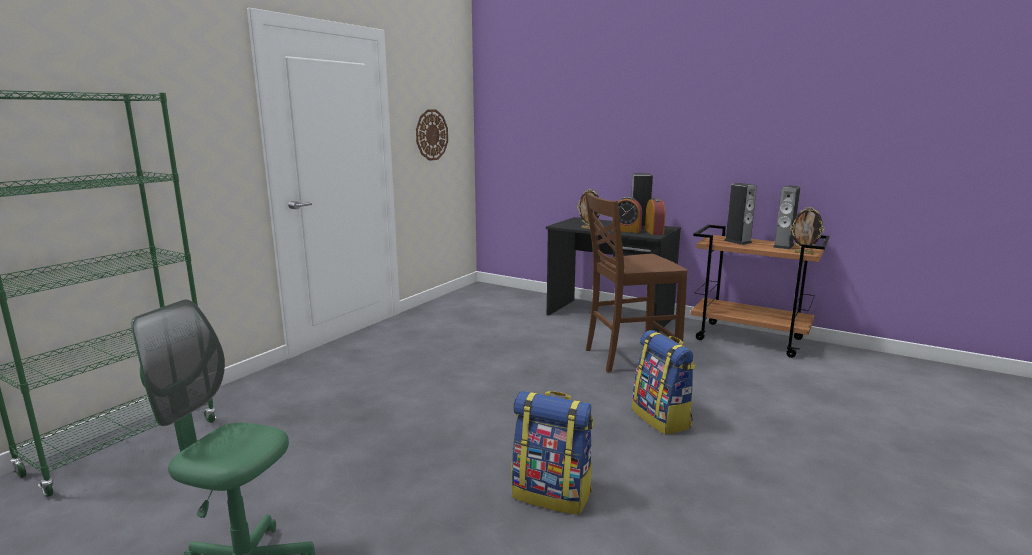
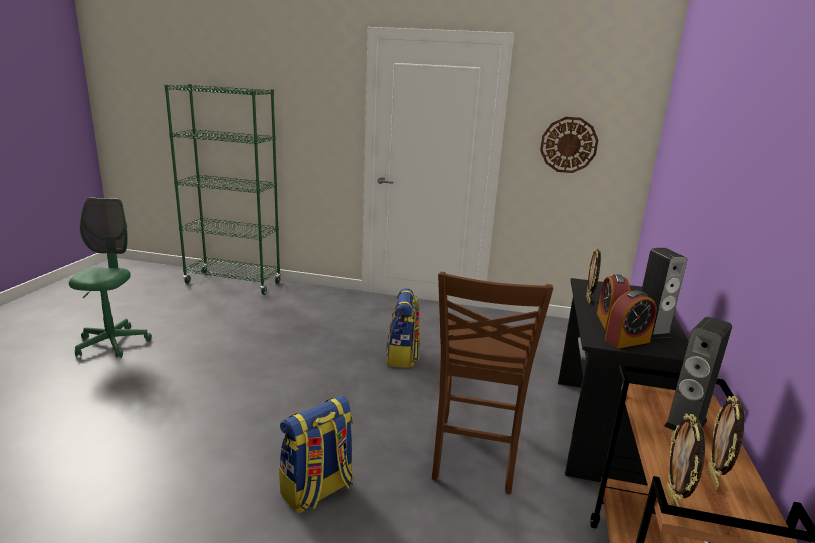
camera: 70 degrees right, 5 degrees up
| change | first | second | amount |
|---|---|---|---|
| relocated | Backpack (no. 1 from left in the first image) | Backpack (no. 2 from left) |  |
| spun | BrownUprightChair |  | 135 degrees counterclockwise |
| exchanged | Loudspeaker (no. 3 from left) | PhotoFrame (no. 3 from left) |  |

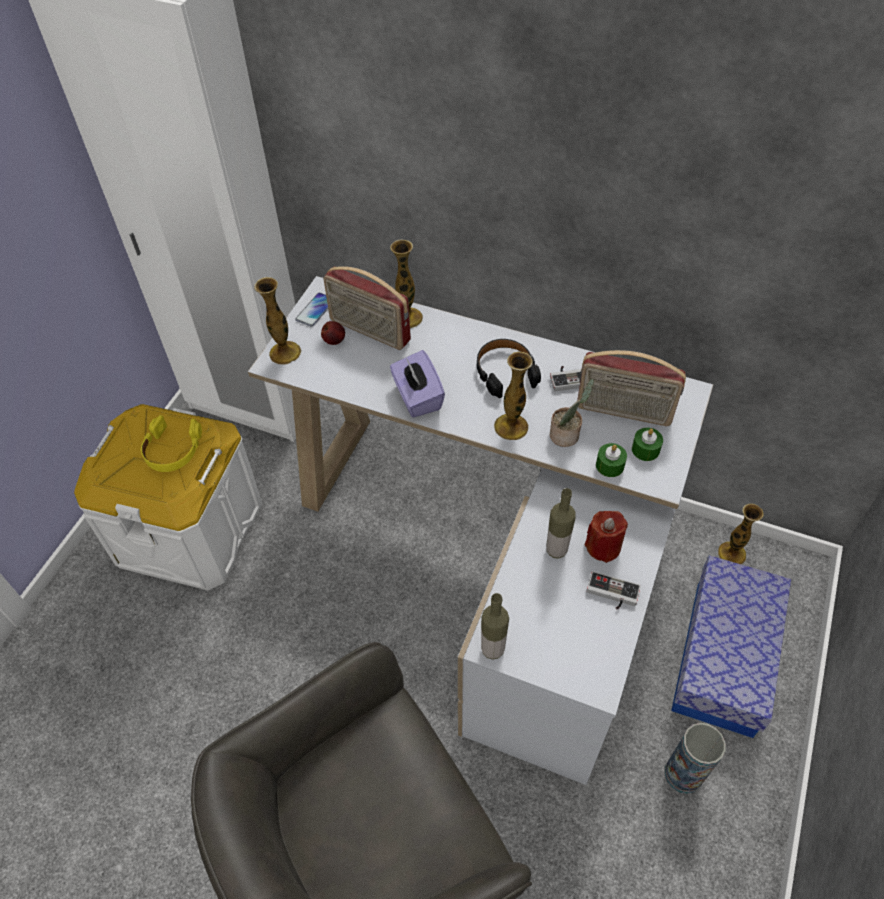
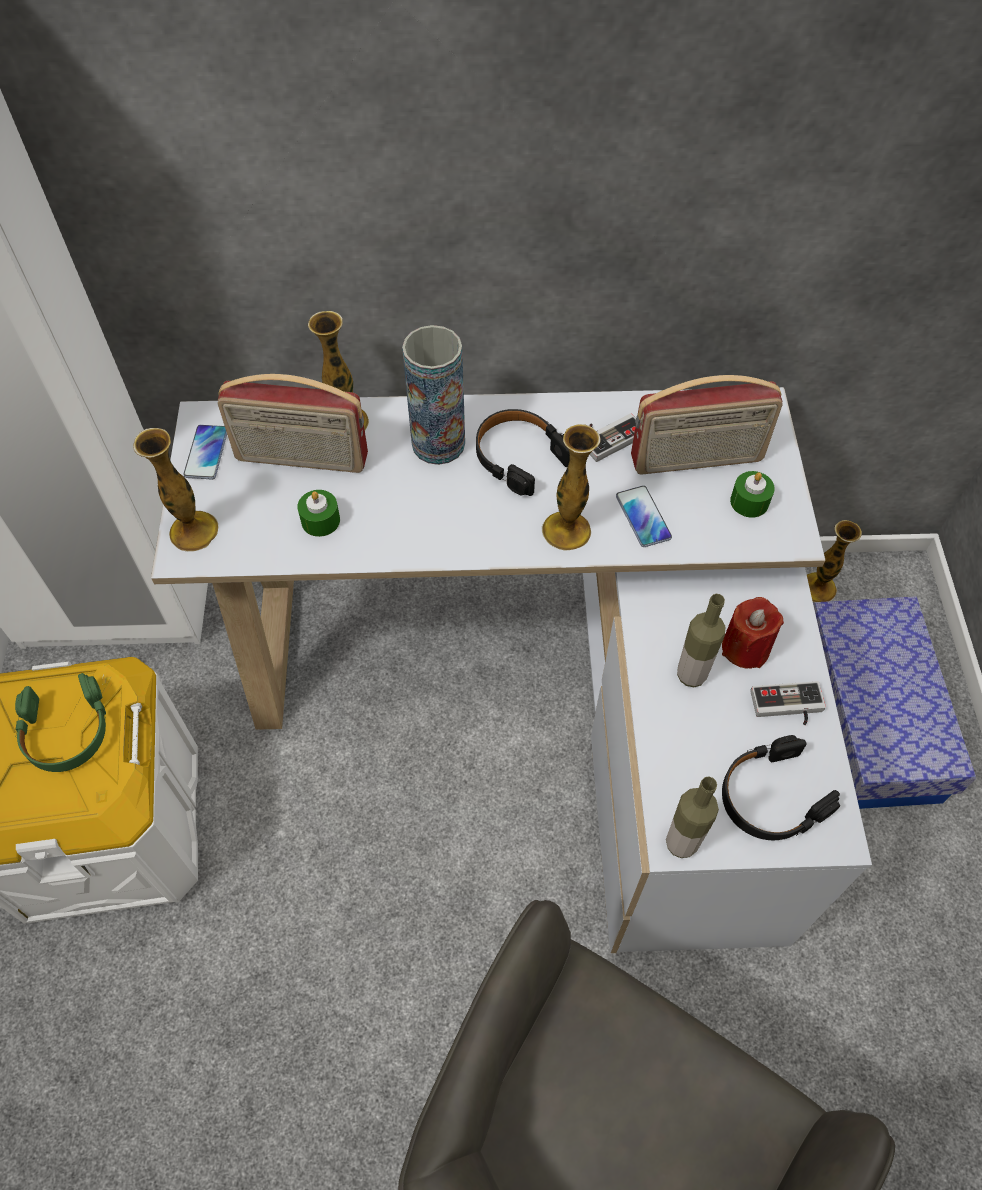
camera: 25 degrees left, 5 degrees up
| change | first | second | amount |
|---|---|---|---|
| colour | YellowColouredHeadset | GreenColouredHeadset |  |
| relocated | GreenColouredWaxLight (no. 1 from left) |  |  |
| relocated | Vase (no. 4 from left in the first image) | Vase (no. 3 from left) |  |
| exchanged | PlantInAPot | Phone (no. 2 from left) |  |
| appeared |  | BlackColouredHeadset (no. 2 from left) |  |
| missing | WholeApple |  |  |
| missing | PurpleColouredBoxOfTissues |  |  |

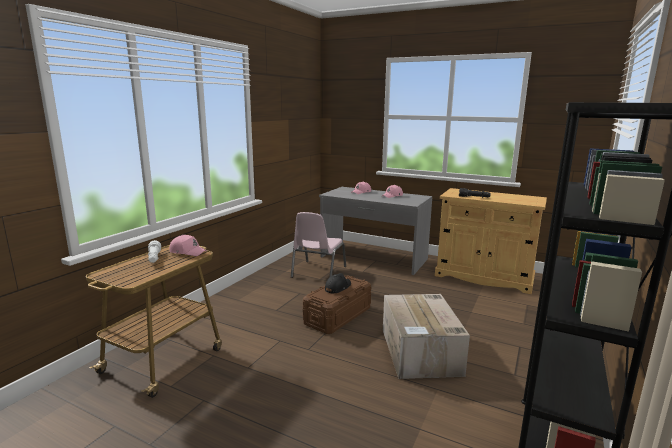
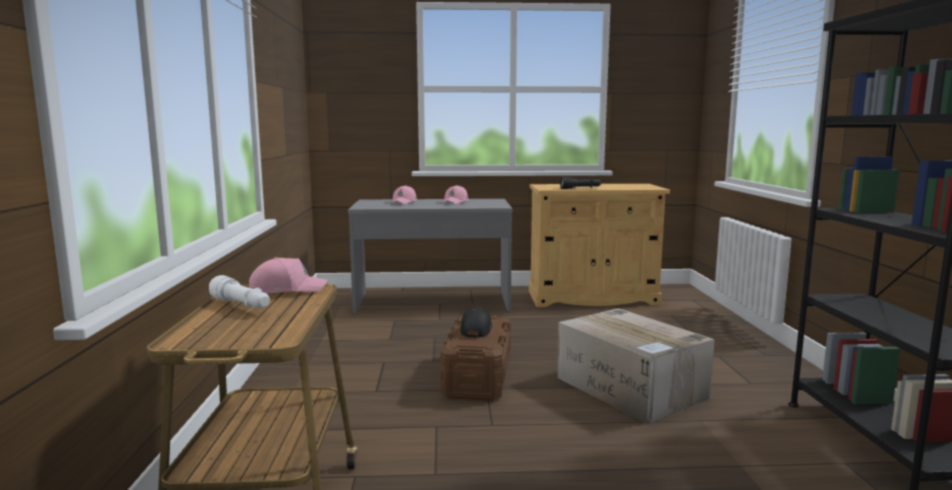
camera: 30 degrees left, 5 degrees down
| change | first | second | amount |
|---|---|---|---|
| missing | PinkUprightChair |  |  |

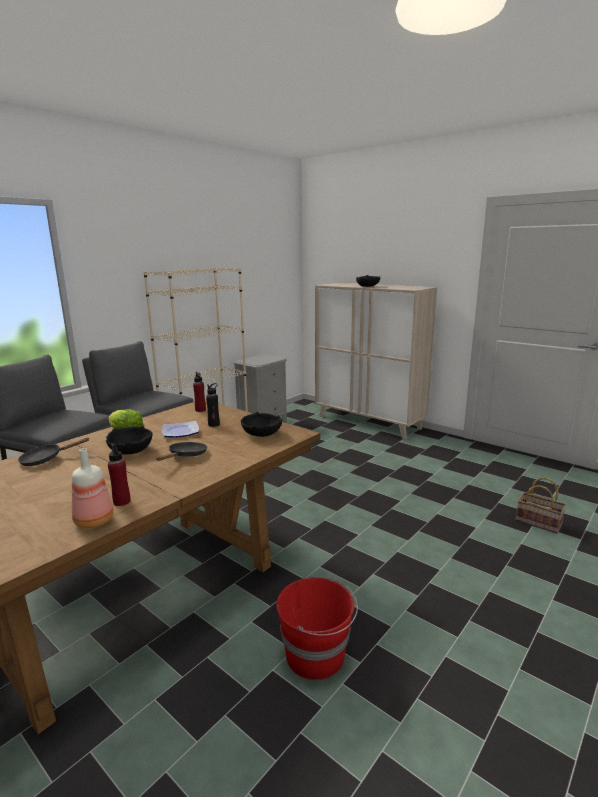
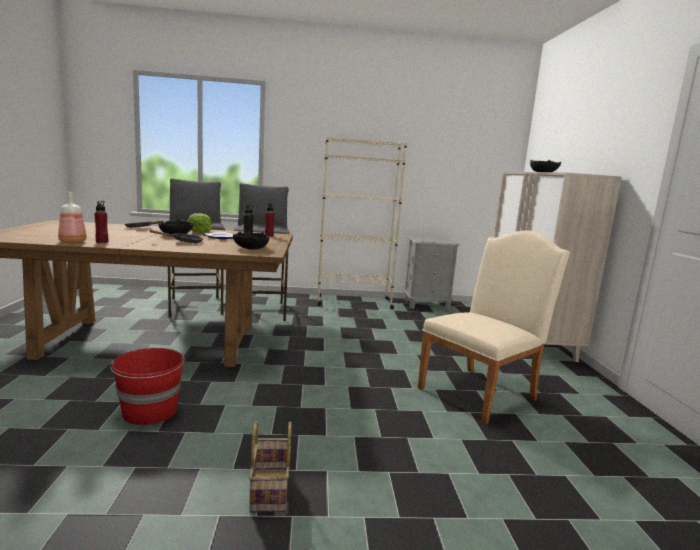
camera: 45 degrees right, 5 degrees down
| change | first | second | amount |
|---|---|---|---|
| relocated | Basket |  |  |
| appeared |  | BeigeUprightChair |  |

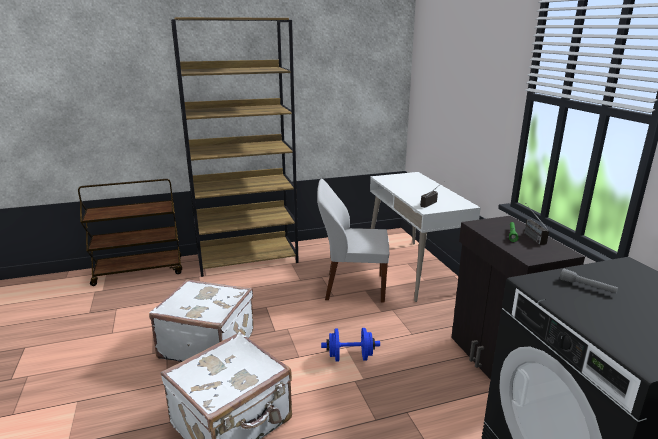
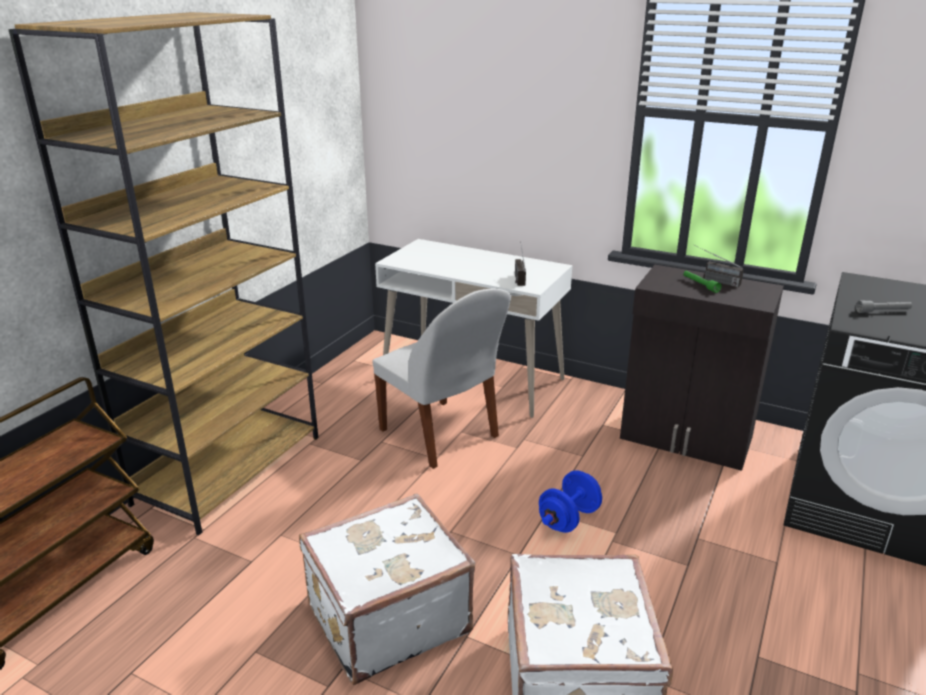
camera: 45 degrees left, 5 degrees up
| change | first | second | amount |
|---|---|---|---|
| spun | WhitishUprightChair |  | 90 degrees counterclockwise |

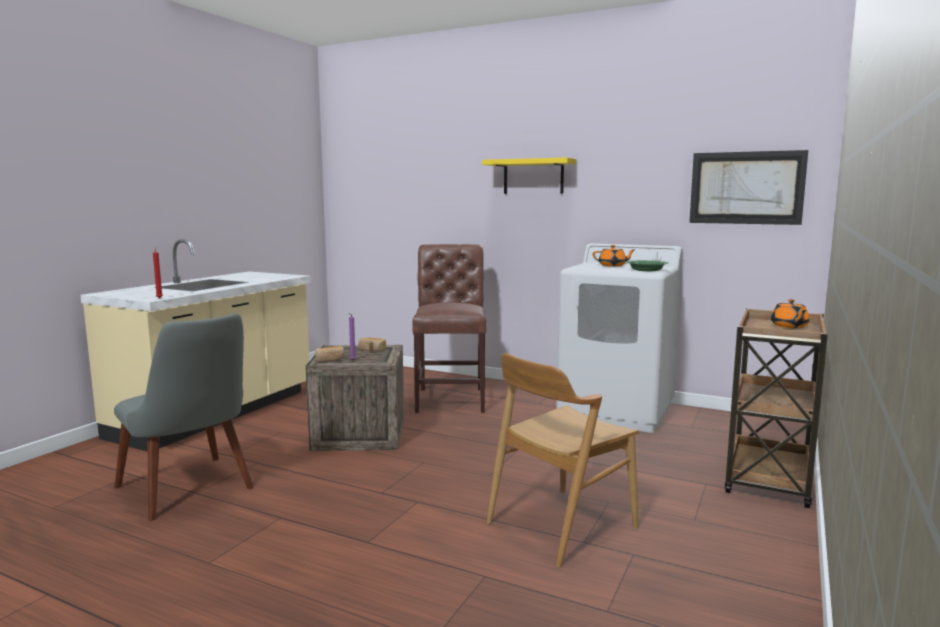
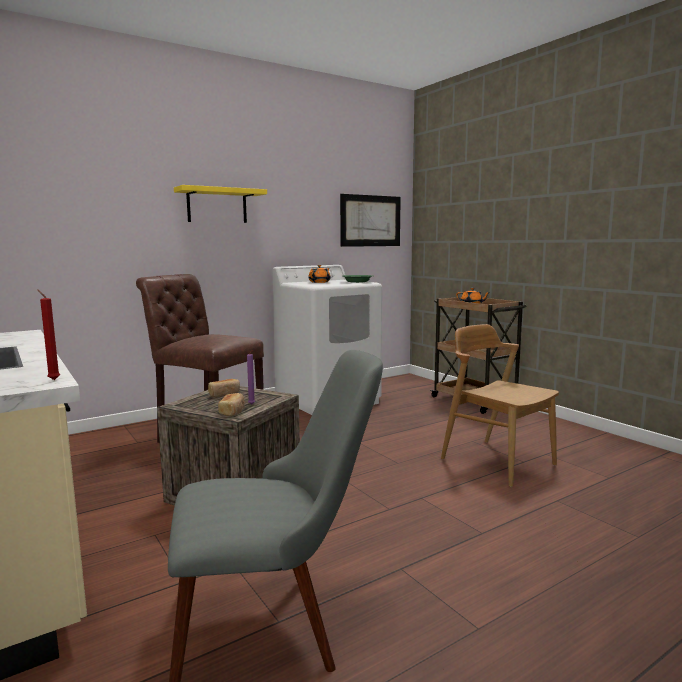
camera: 60 degrees left, 0 degrees up
| change | first | second | amount |
|---|---|---|---|
| spun | BrownUprightChair (no. 2 from left) |  | 150 degrees clockwise |

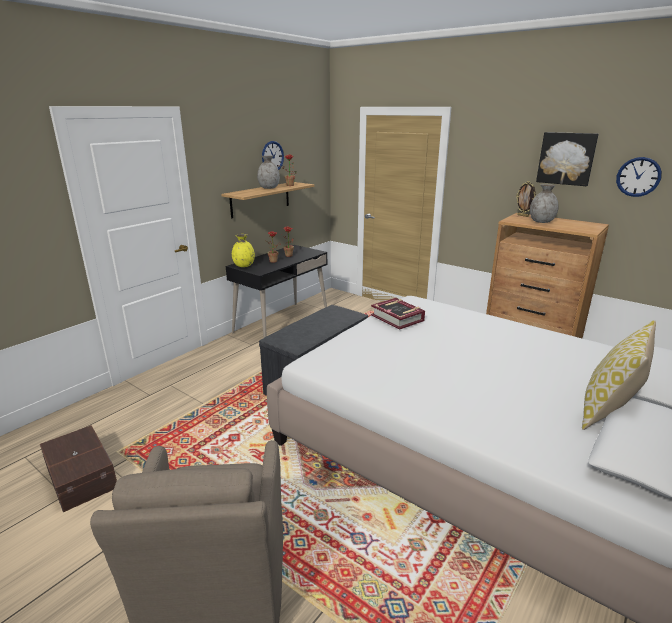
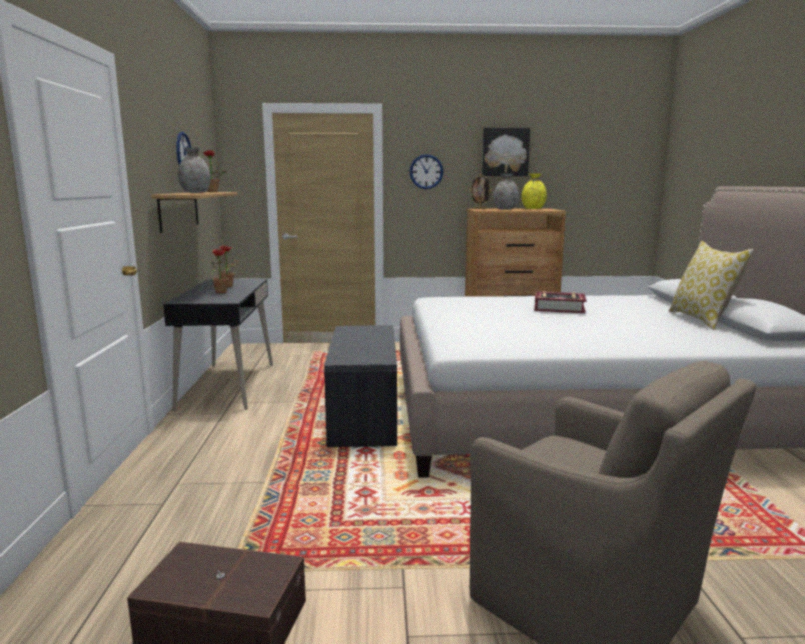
camera: 40 degrees left, 10 degrees down
| change | first | second | amount |
|---|---|---|---|
| relocated | HangingClock (no. 2 from left) |  |  |
| relocated | YellowColouredVase |  |  |
| relocated | BoundBook |  |  |

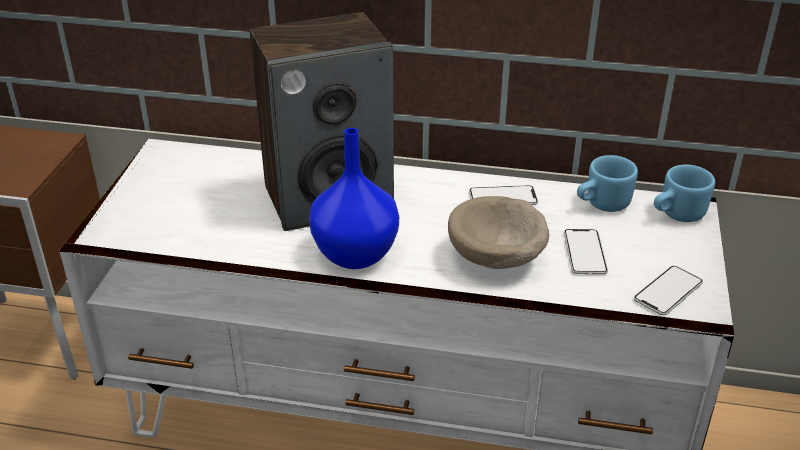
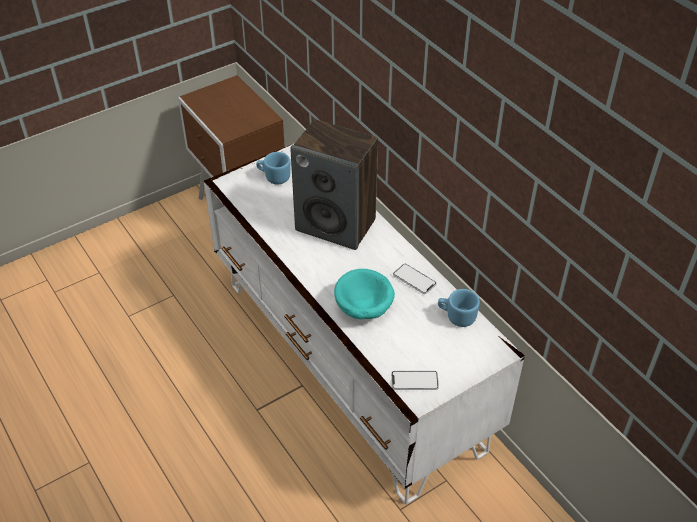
camera: 45 degrees right, 10 degrees up
| change | first | second | amount |
|---|---|---|---|
| relocated | BlueMug (no. 2 from left in the first image) | BlueMug (no. 1 from left) |  |
| colour | BeigeDeepDish | TurquoiseColouredDeepDish |  |
| missing | BlueVase |  |  |
| missing | Phone (no. 2 from left) |  |  |

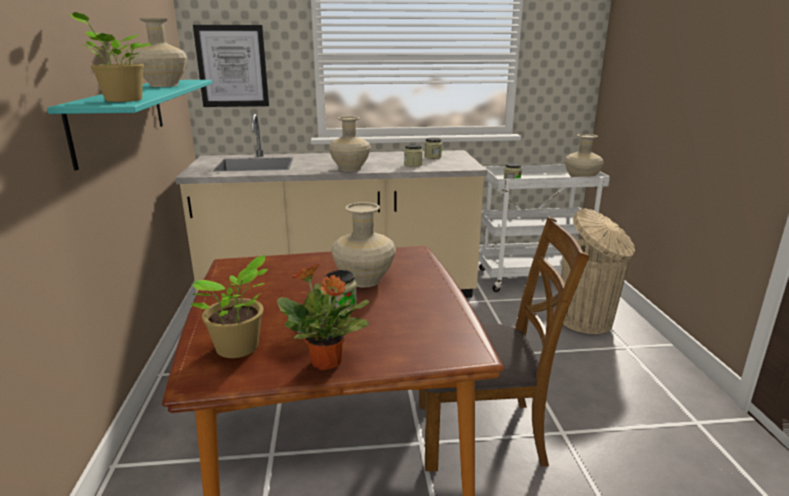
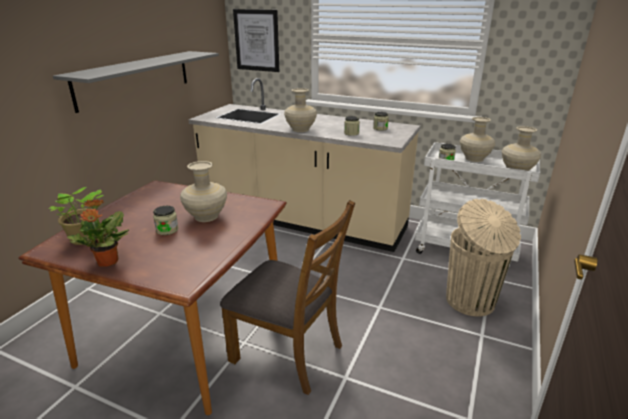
camera: 30 degrees right, 5 degrees up
| change | first | second | amount |
|---|---|---|---|
| colour | TurquoiseColouredBracketShelf | GreyBracketShelf |  |
| relocated | BeigeVase (no. 1 from left in the first image) | BeigeVase (no. 3 from left) |  |
| missing | PlantInAPot (no. 1 from left) |  |  |

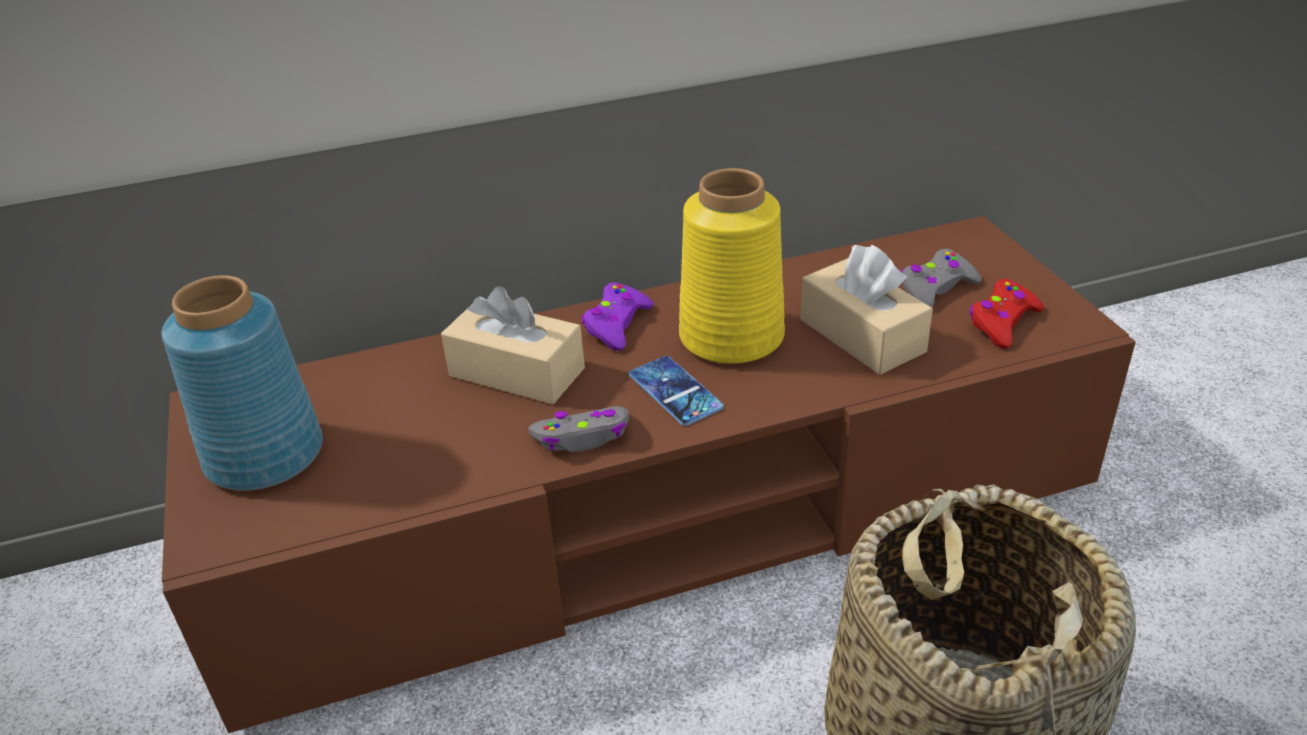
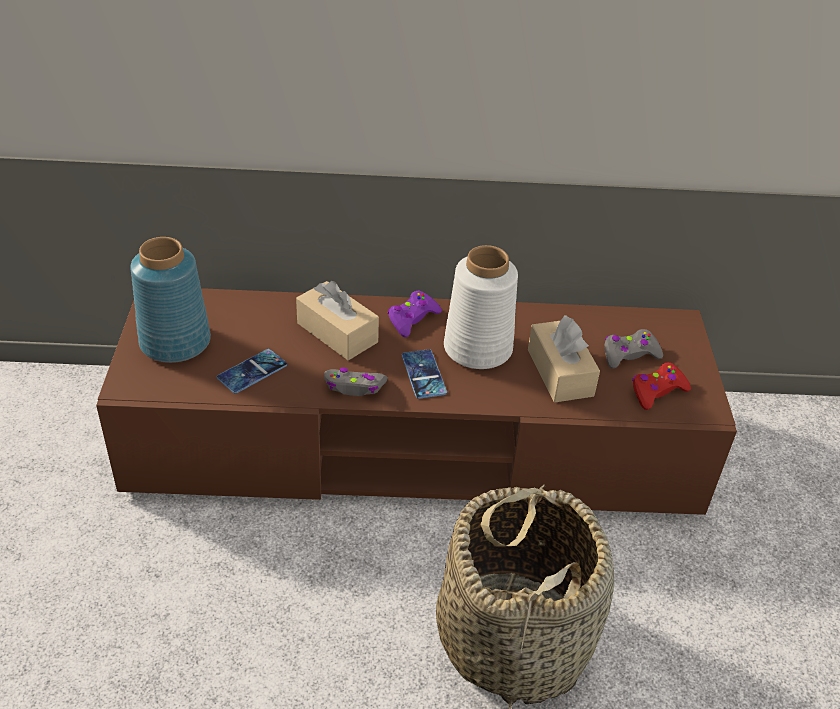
camera: 15 degrees right, 5 degrees up
| change | first | second | amount |
|---|---|---|---|
| appeared |  | Phone (no. 1 from left) |  |
| colour | YellowColouredVase | WhitishVase |  |

